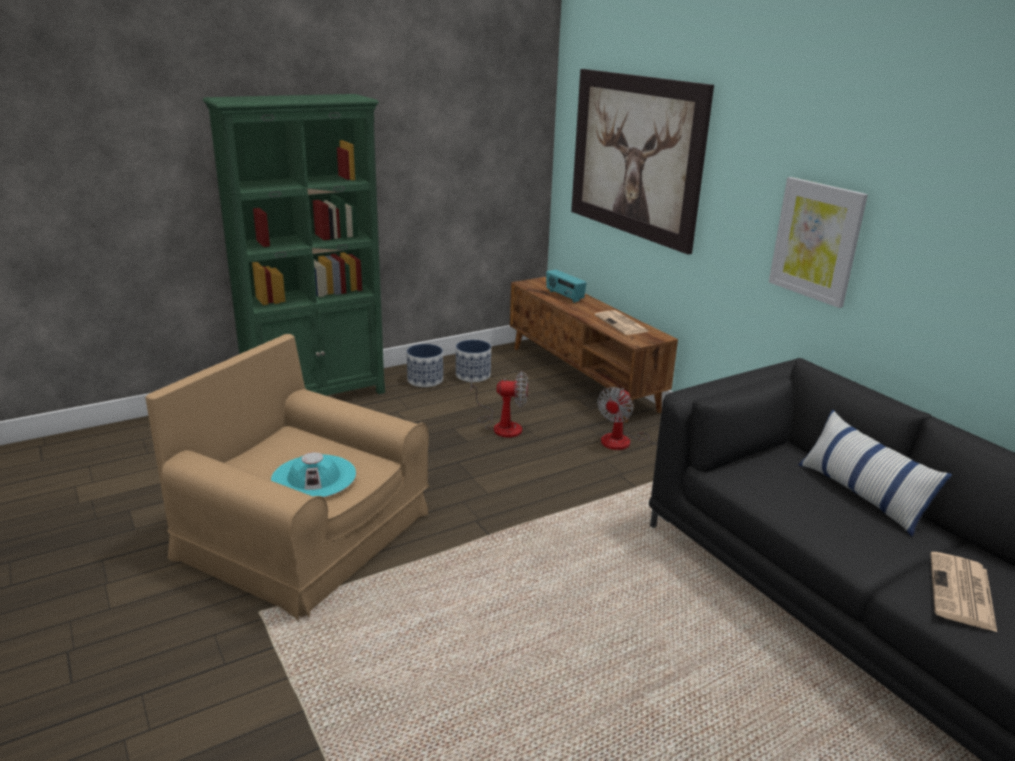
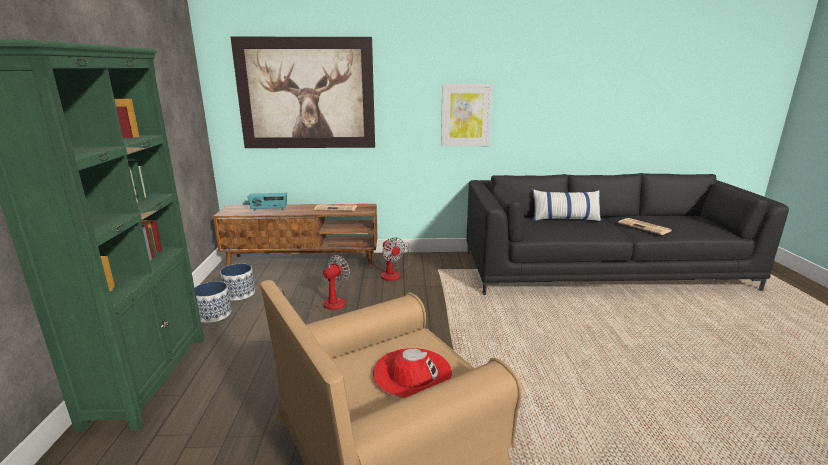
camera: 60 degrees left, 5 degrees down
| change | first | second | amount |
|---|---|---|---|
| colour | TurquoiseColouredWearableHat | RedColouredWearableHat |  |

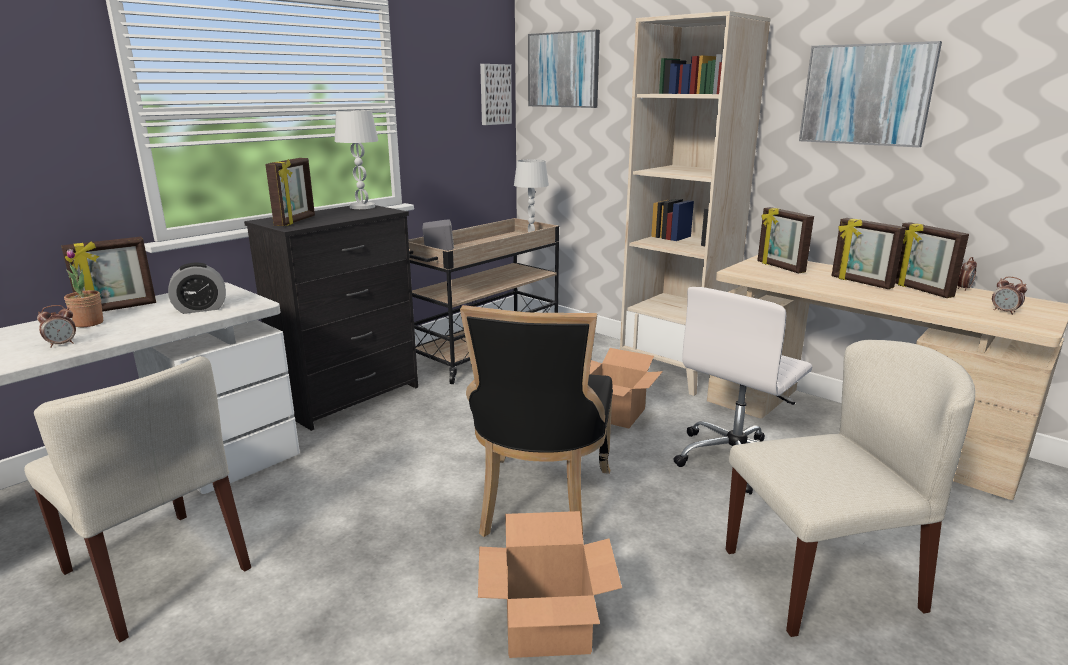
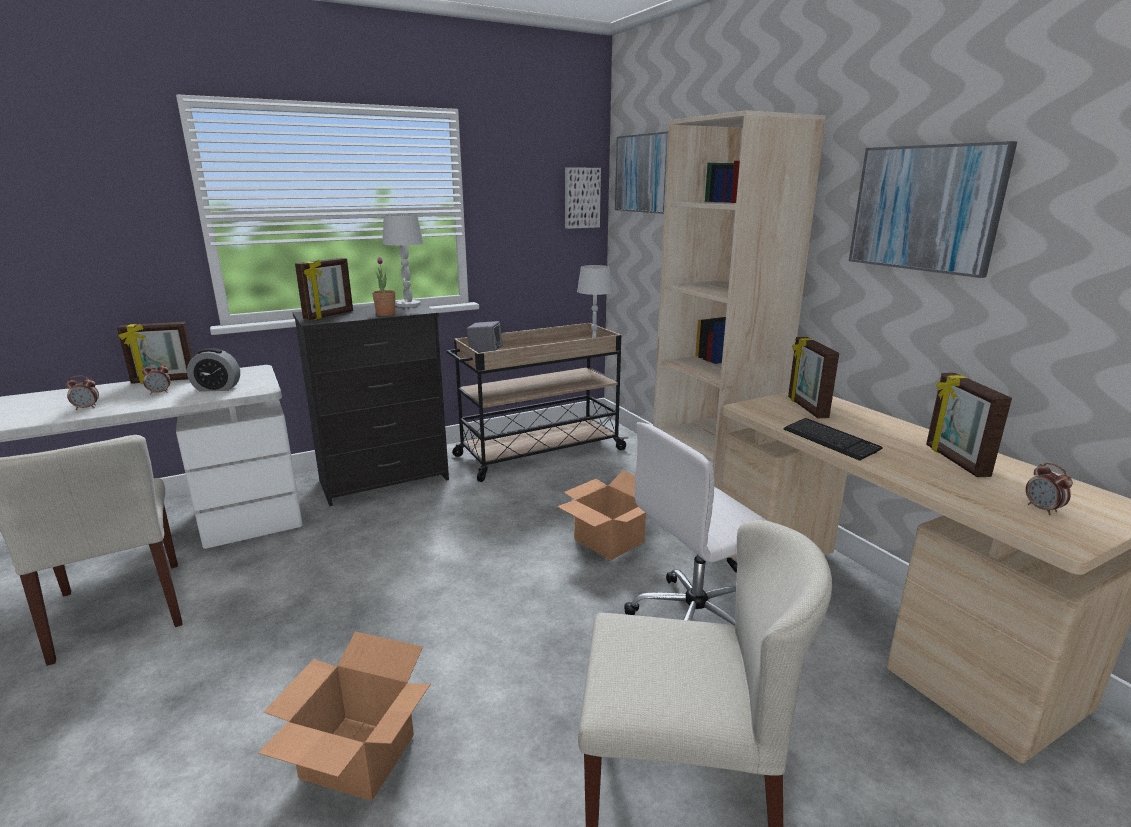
camera: 20 degrees right, 0 degrees up
| change | first | second | amount |
|---|---|---|---|
| relocated | TableClock (no. 3 from left in the first image) | TableClock (no. 2 from left) |  |
| relocated | PlantInAPot |  |  |
| appeared |  | ComputerKeyboard |  |
| missing | BlackColouredUprightChair |  |  |
| missing | PhotoFrame (no. 4 from left) |  |  |

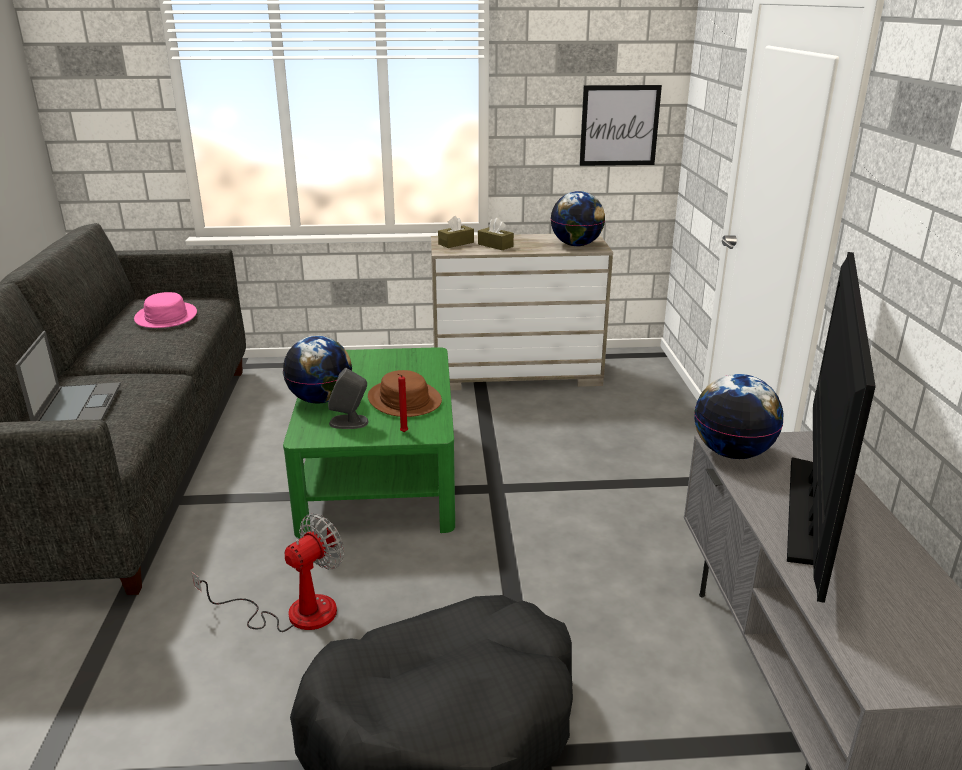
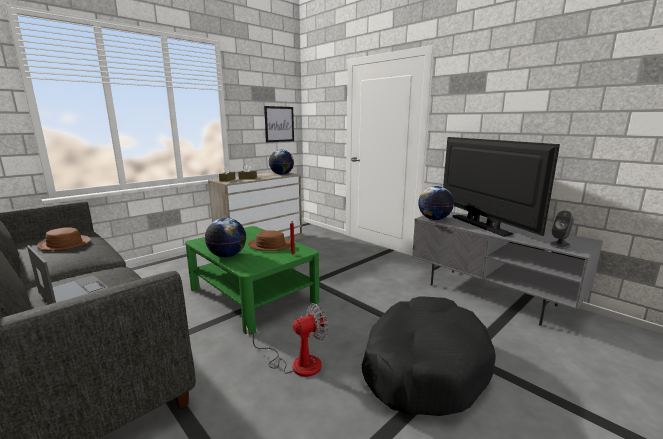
camera: 40 degrees left, 10 degrees down
| change | first | second | amount |
|---|---|---|---|
| colour | PinkWearableHat | BrownWearableHat (no. 1 from left) |  |
| spun | CoolingFan |  | 60 degrees clockwise |
| relocated | GreyLoudspeaker |  |  |

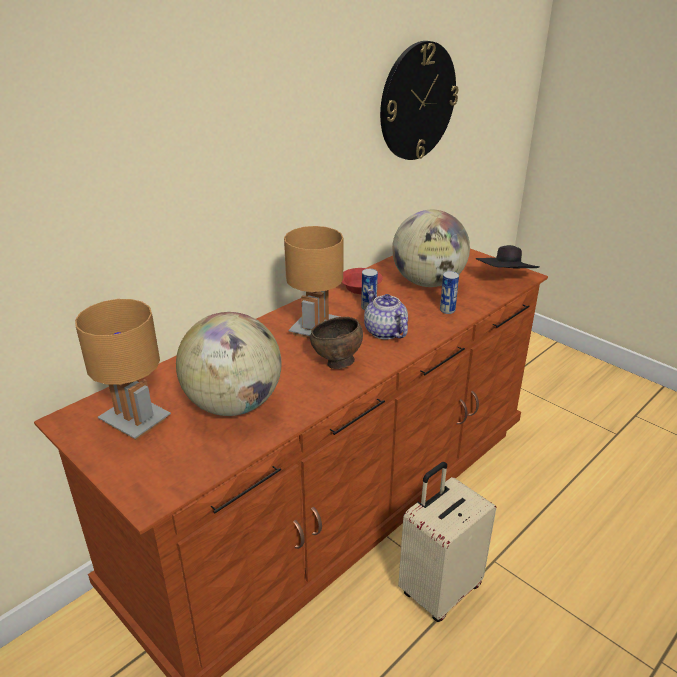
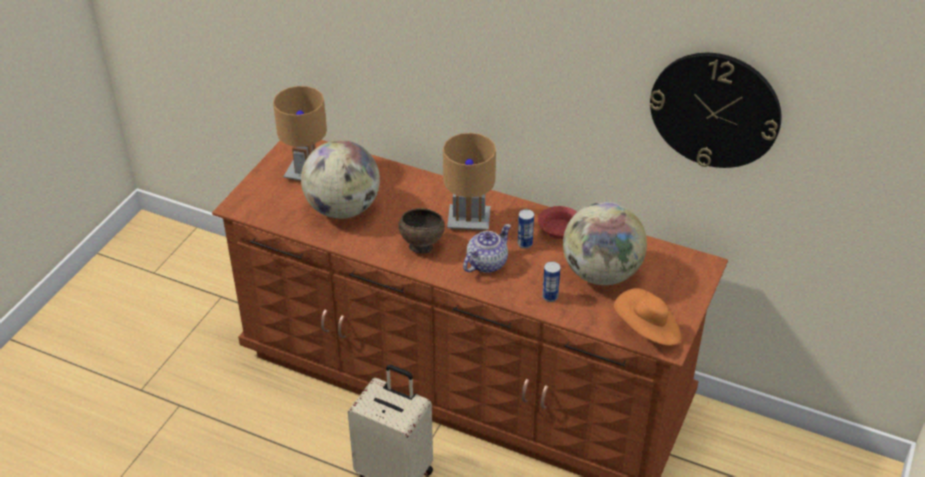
camera: 70 degrees right, 10 degrees up
| change | first | second | amount |
|---|---|---|---|
| colour | BlackColouredWearableHat | OrangeyWearableHat |  |

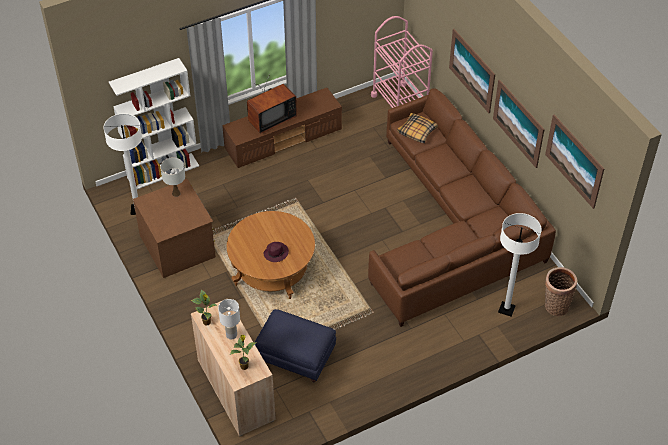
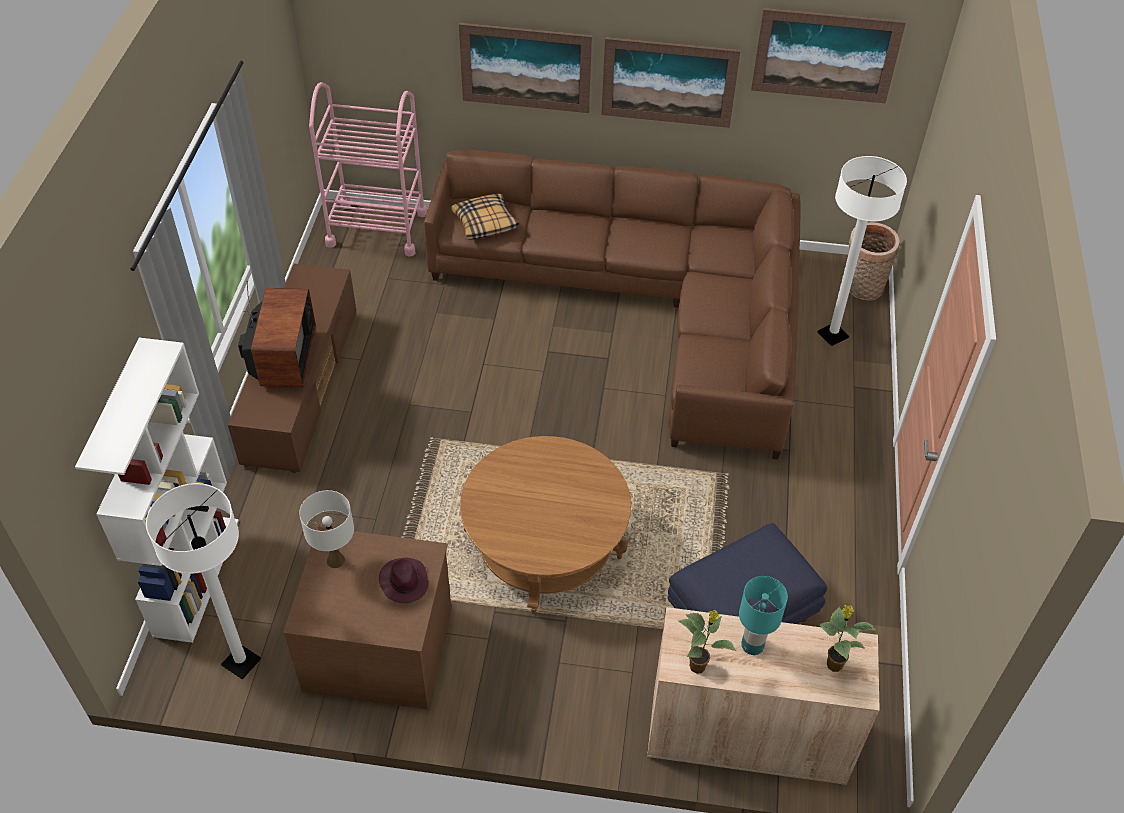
camera: 55 degrees left, 0 degrees up
| change | first | second | amount |
|---|---|---|---|
| relocated | PurpleColouredWearableHat |  |  |
| colour | WhitishTabletopLamp (no. 2 from left) | TurquoiseColouredTabletopLamp |  |

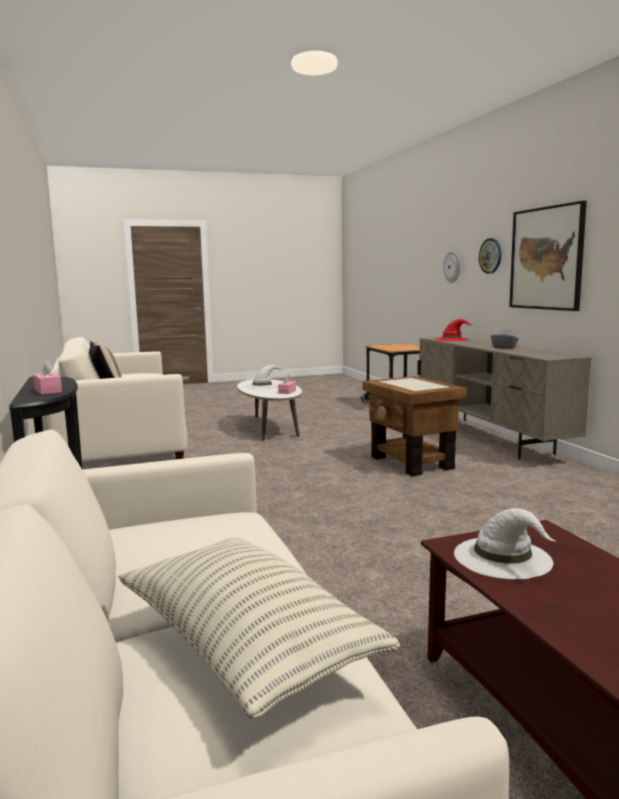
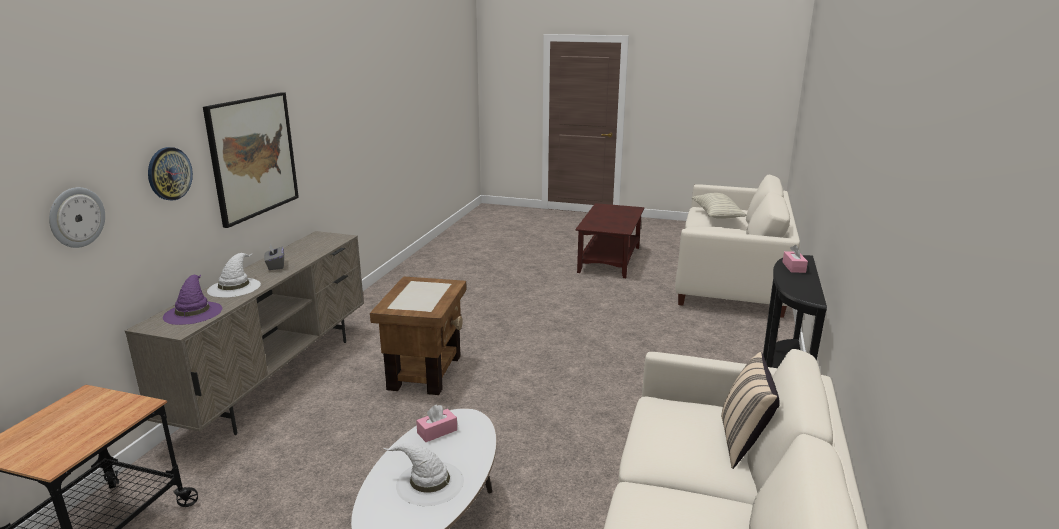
camera: 145 degrees left, 10 degrees up
| change | first | second | amount |
|---|---|---|---|
| colour | RedColouredWearableHat | PurpleColouredWearableHat |  |
| relocated | WhitishWearableHat (no. 2 from left in the first image) | WhitishWearableHat (no. 1 from left) |  |

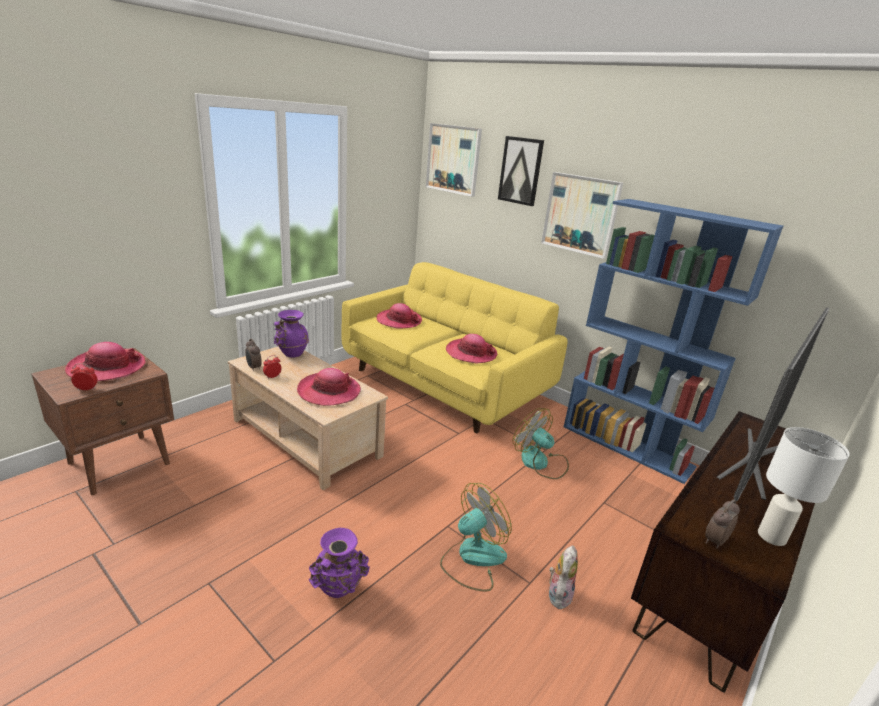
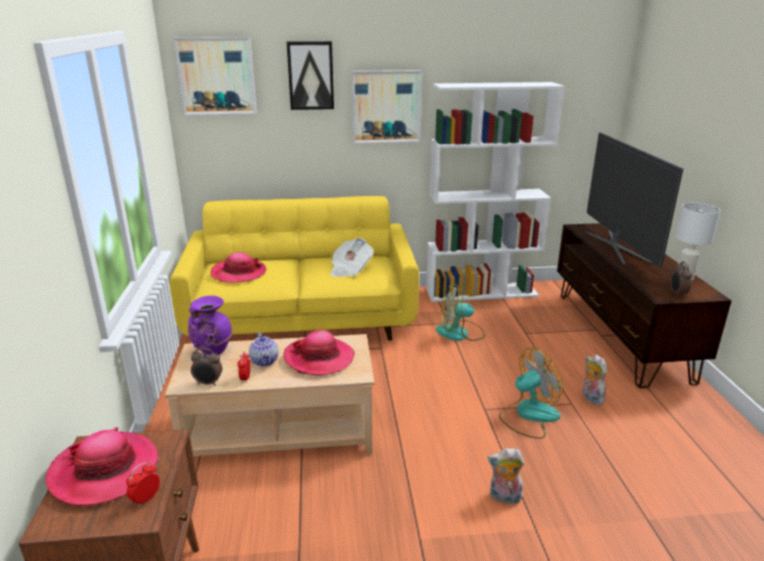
camera: 45 degrees left, 0 degrees up
| change | first | second | amount |
|---|---|---|---|
| appeared |  | TeaPot |  |
| exchanged | WearableHat (no. 4 from left) | DailyPaper |  |
| colour | BlueBookshelf | WhitishBookshelf |  |
| exchanged | PurpleColouredVase (no. 2 from left) | CuddlyToy (no. 1 from left) |  |
| spun | CoolingFan (no. 1 from left in the first image) | CoolingFan (no. 2 from left) | 60 degrees clockwise |

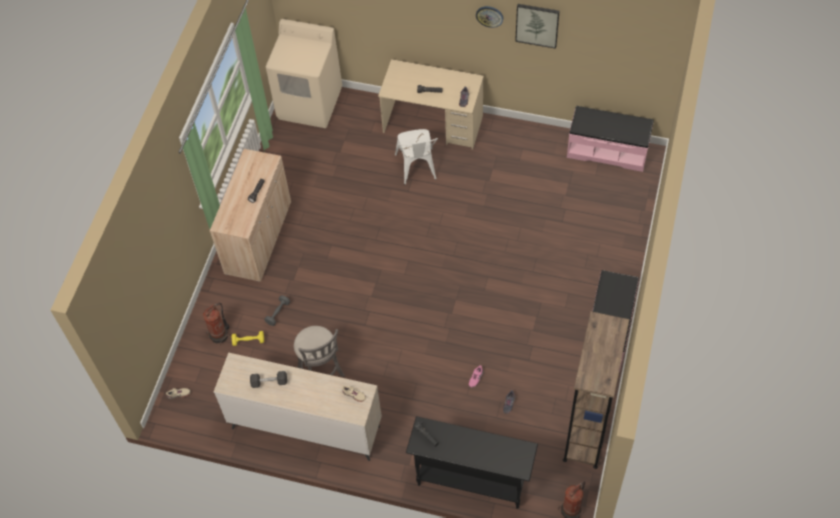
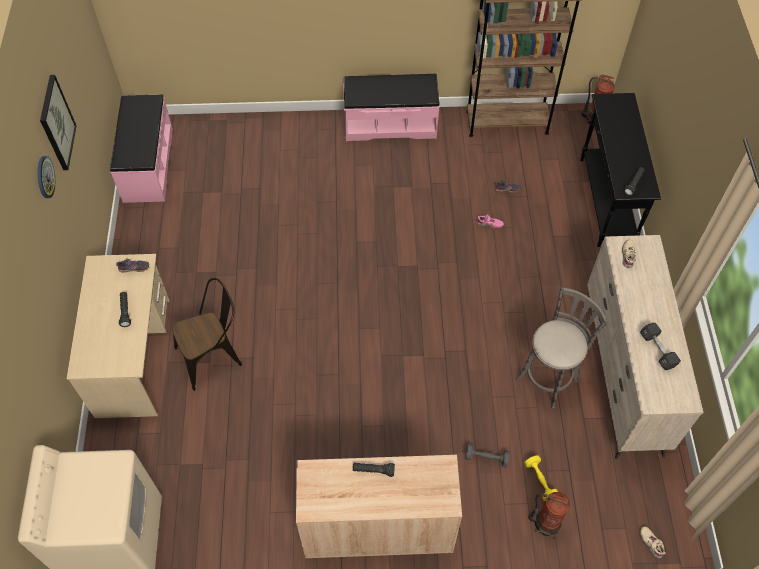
camera: 110 degrees left, 0 degrees up
| change | first | second | amount |
|---|---|---|---|
| colour | WhitishUprightChair | BrownUprightChair |  |

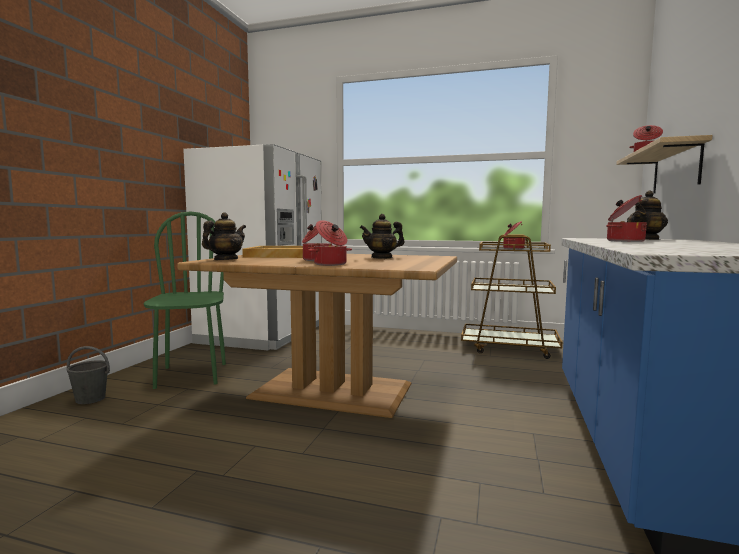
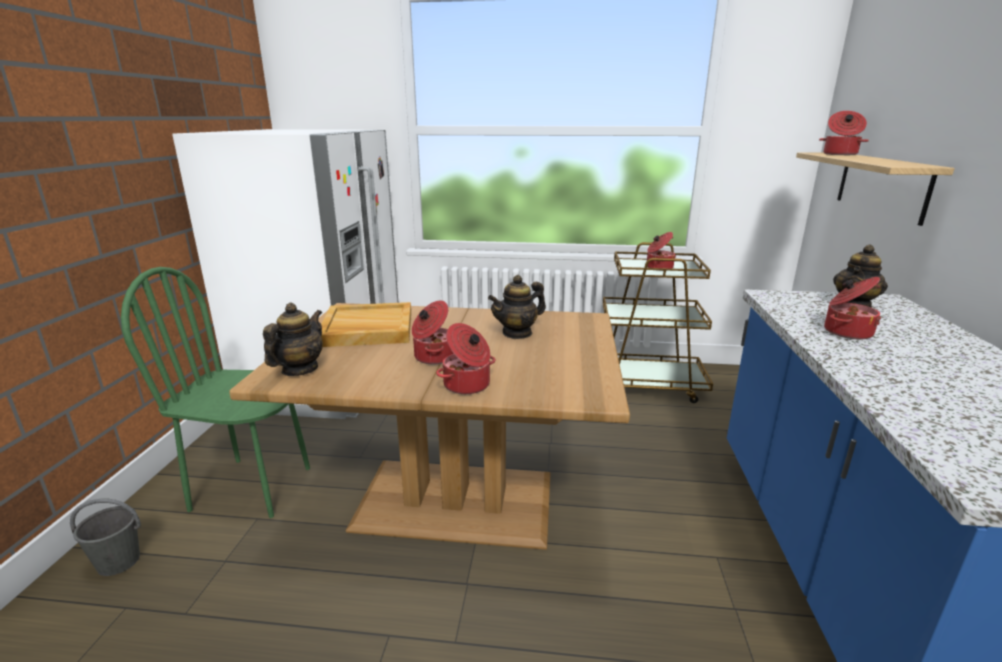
camera: 10 degrees left, 15 degrees up
| change | first | second | amount |
|---|---|---|---|
| spun | GreenColouredUprightChair |  | 60 degrees counterclockwise |

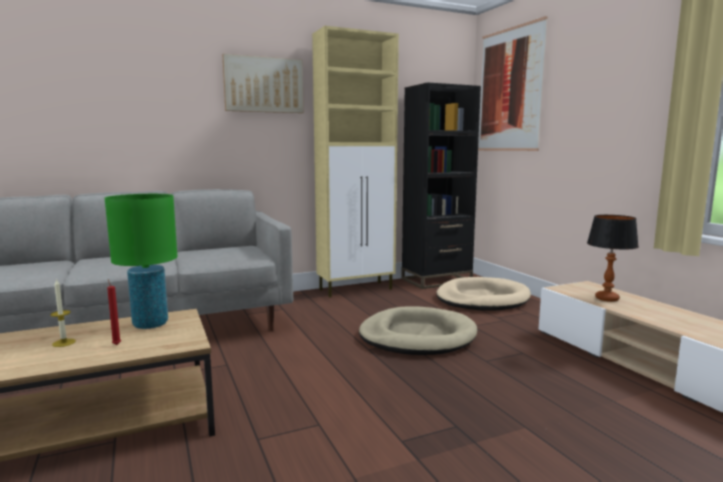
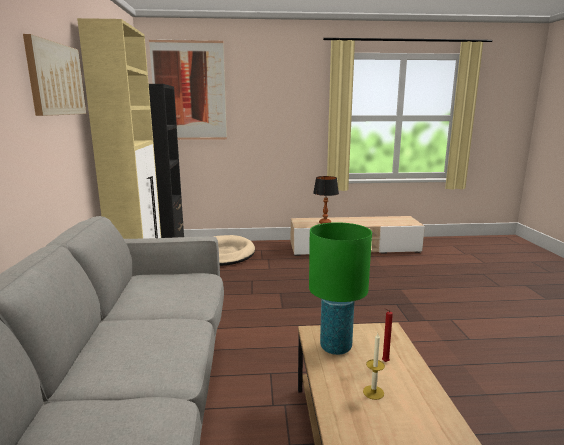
camera: 70 degrees left, 5 degrees up
| change | first | second | amount |
|---|---|---|---|
| missing | BeigeDogCushion (no. 1 from left) |  |  |

